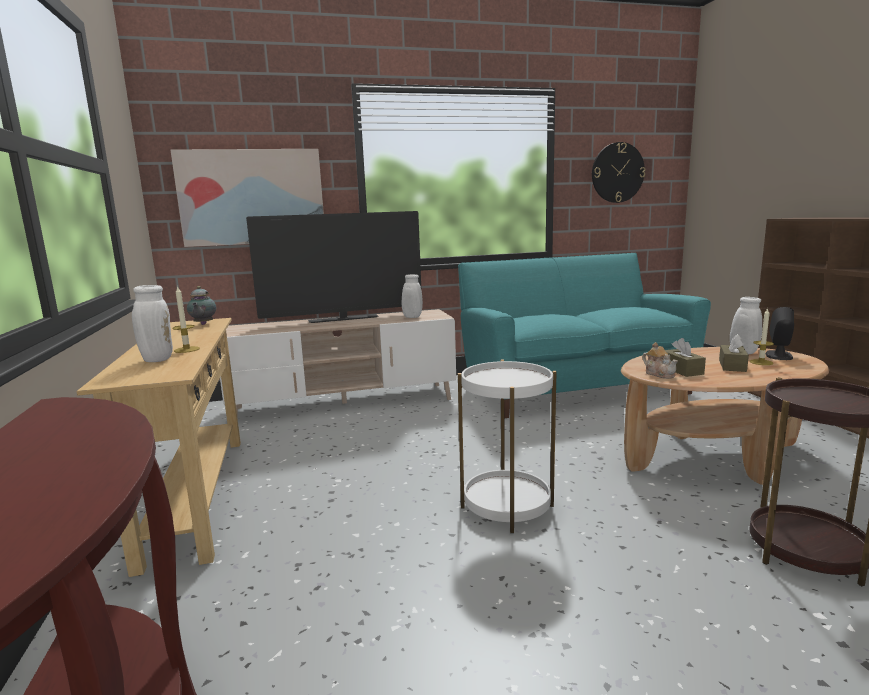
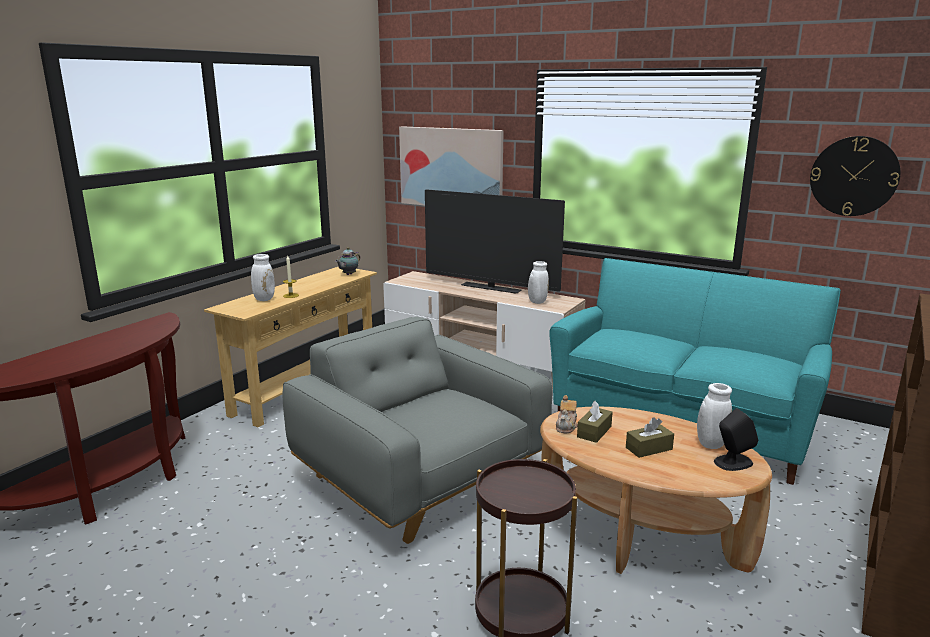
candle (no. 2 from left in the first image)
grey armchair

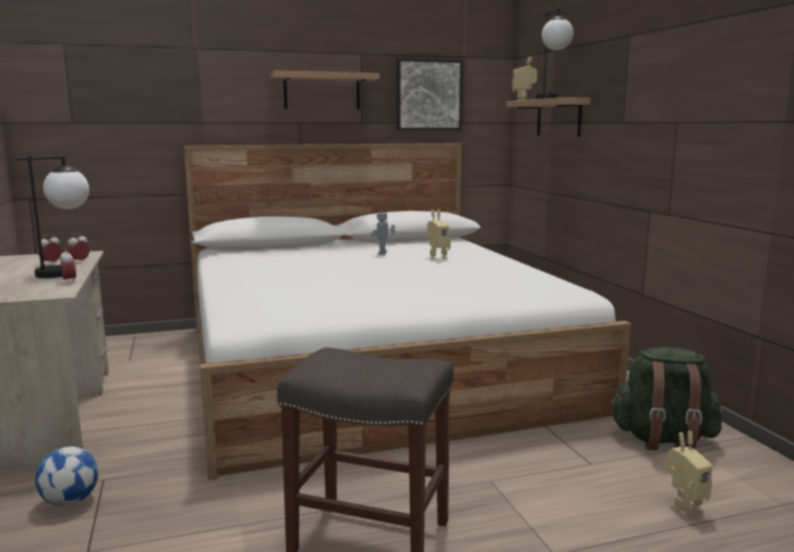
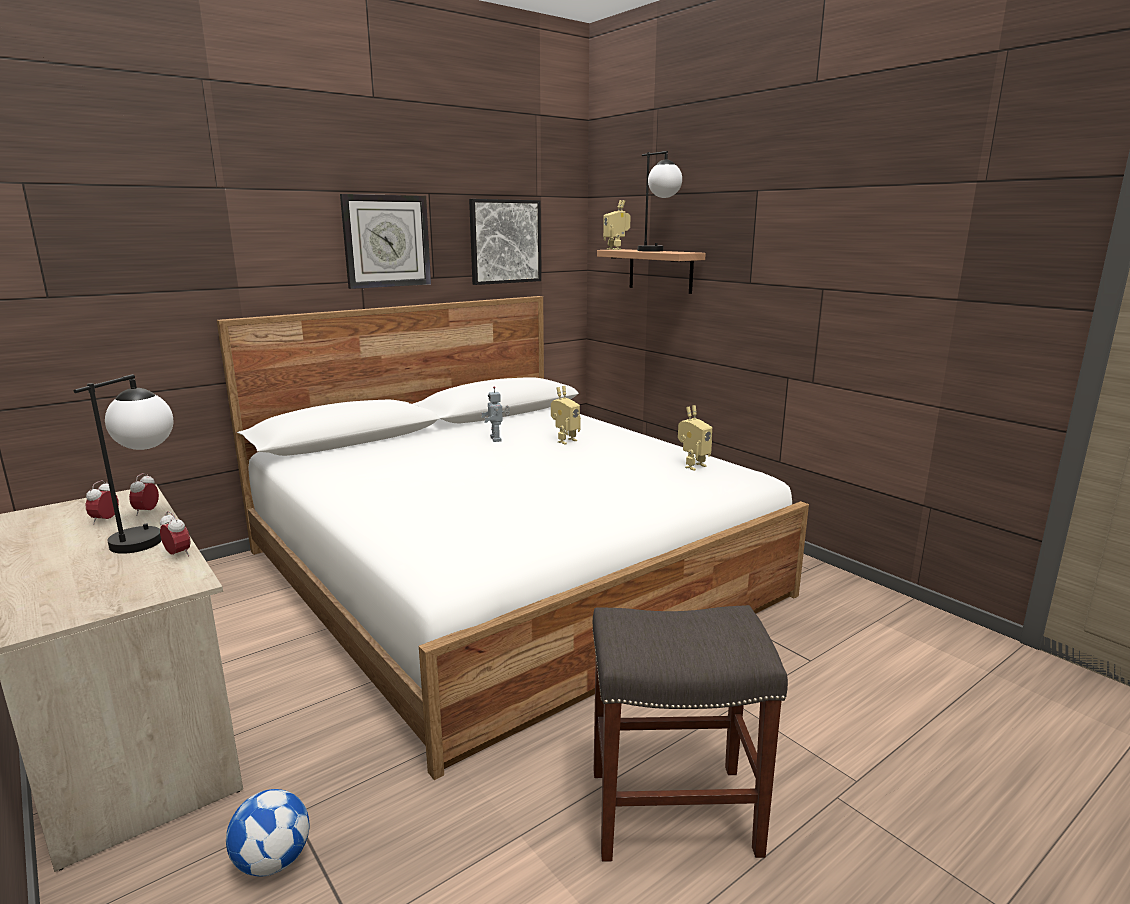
green backpack
toy robot (no. 4 from left)
wall clock

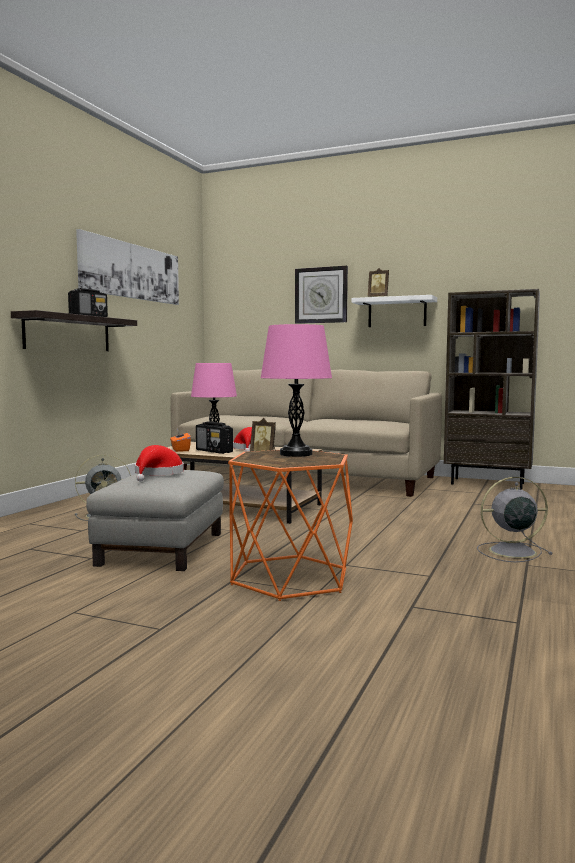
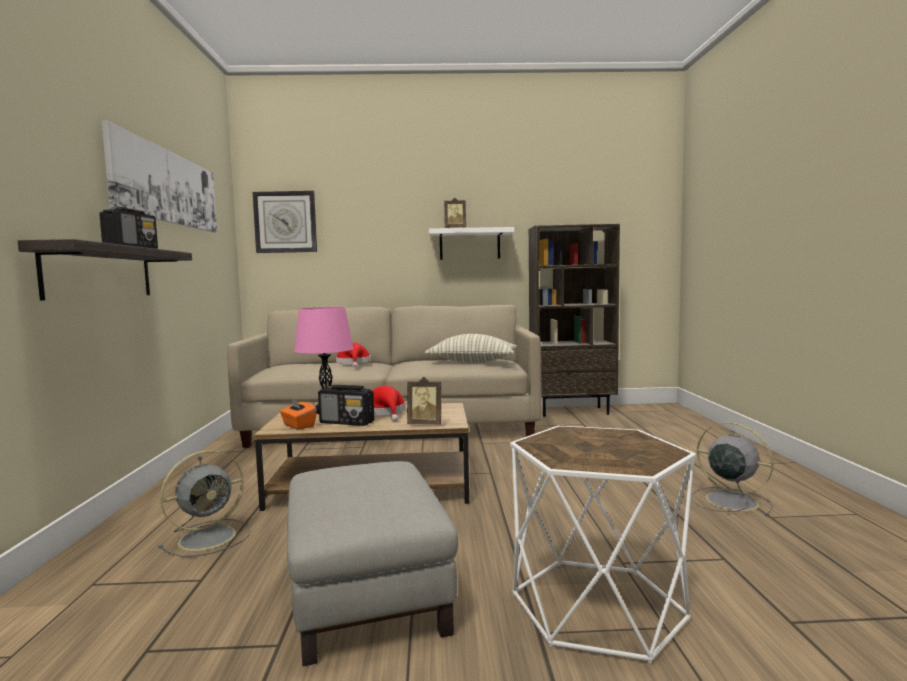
pink table lamp (no. 2 from left in the first image)
pillow
red hat (no. 1 from left)
wall clock
white side table
grey fan (no. 2 from left)

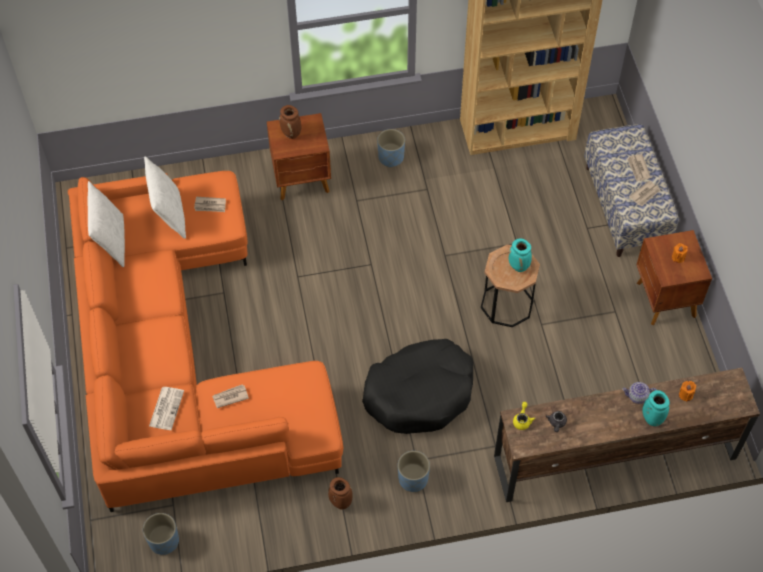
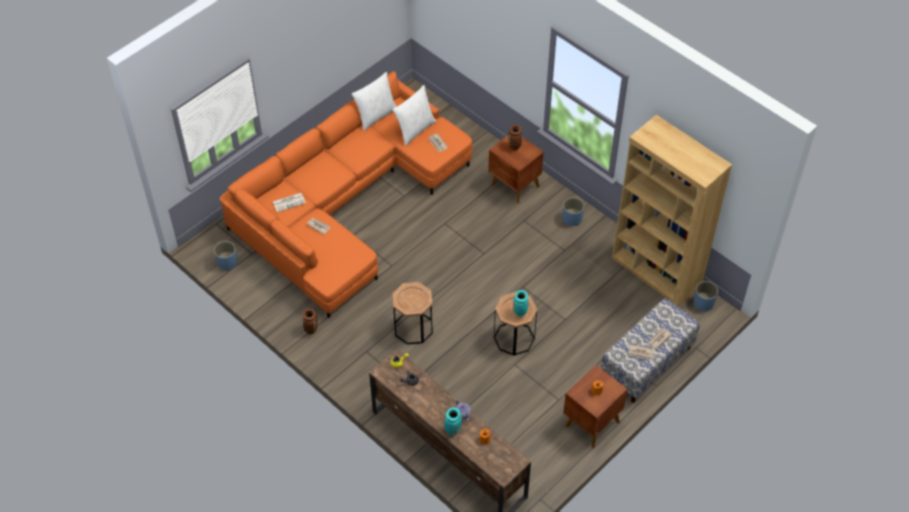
blue planter (no. 3 from left)
brown side table (no. 1 from left)

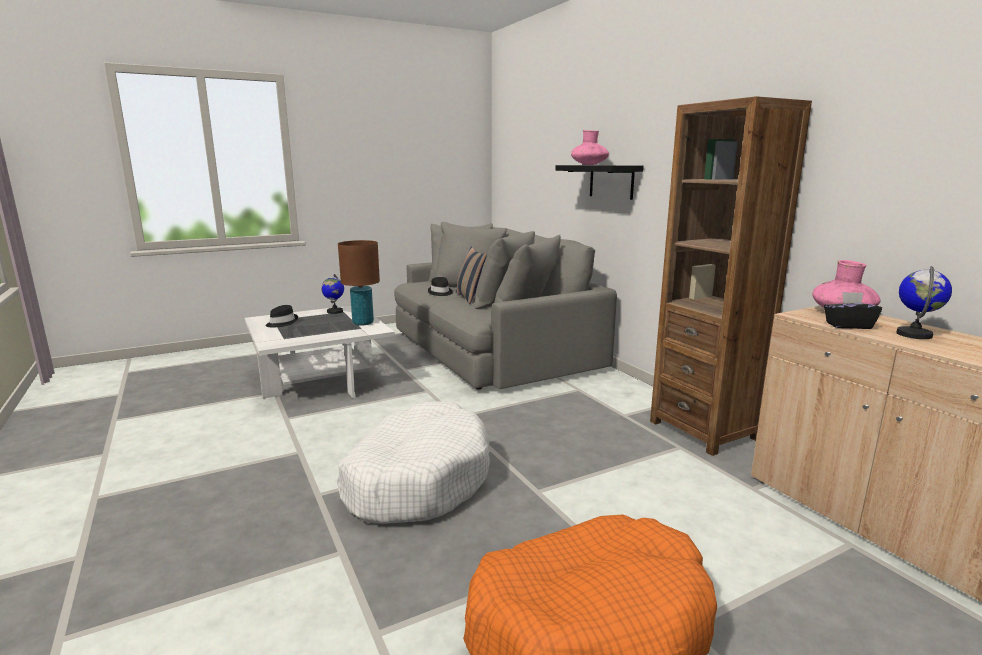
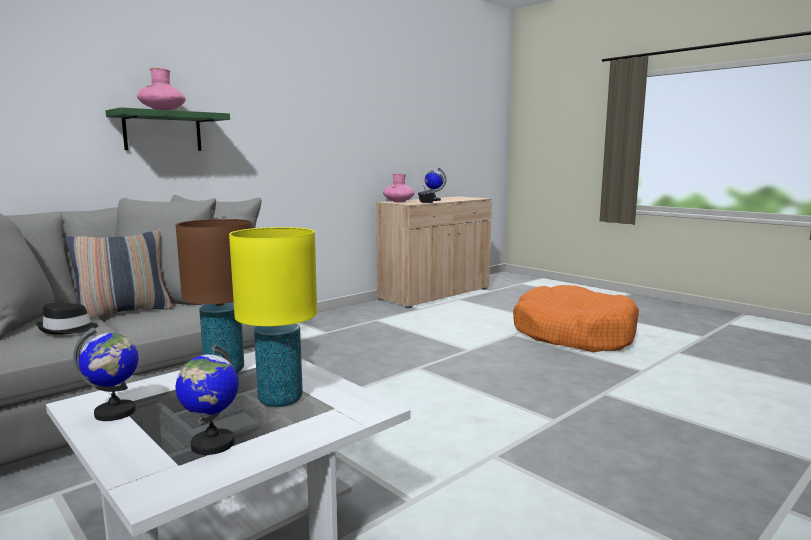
white dog bed
brown bookcase
yellow table lamp
globe (no. 2 from left)
green shelf

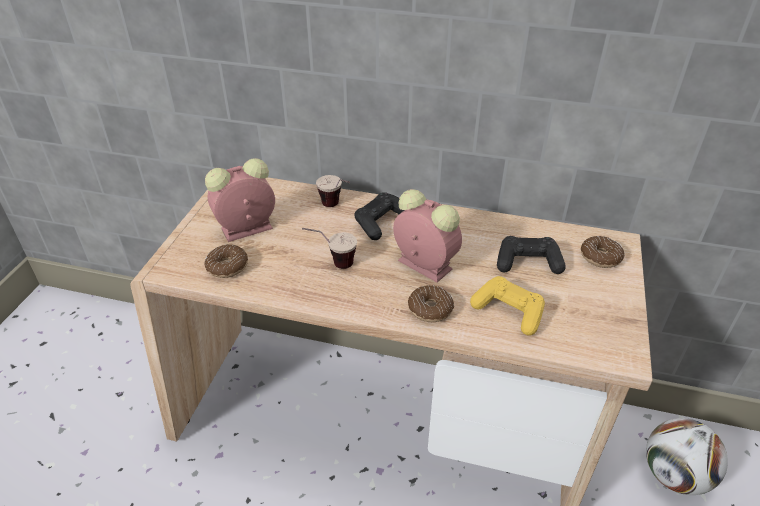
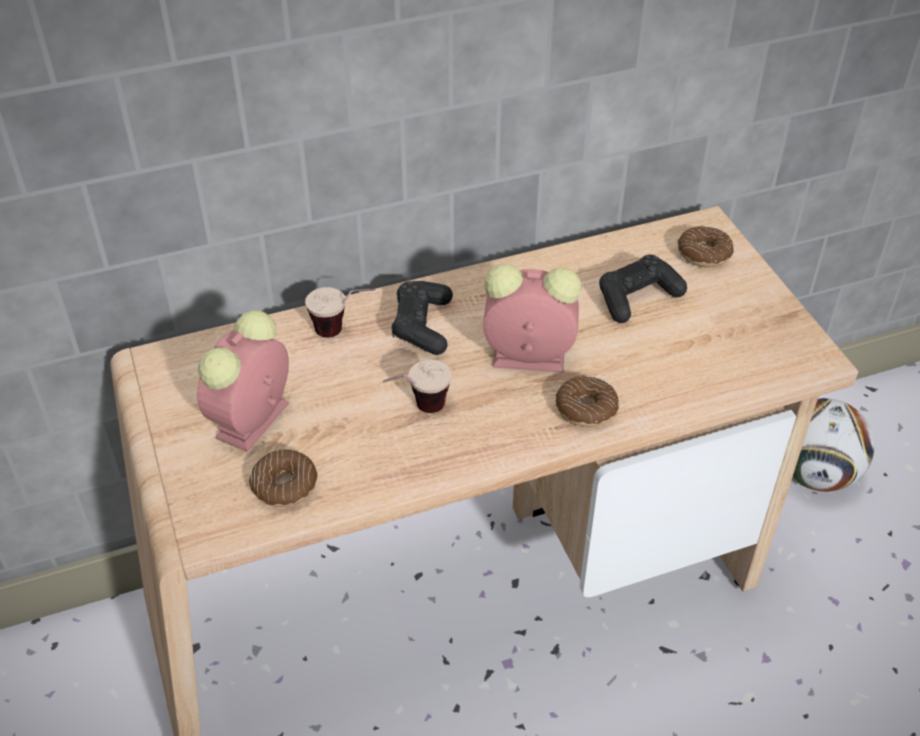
yellow game controller

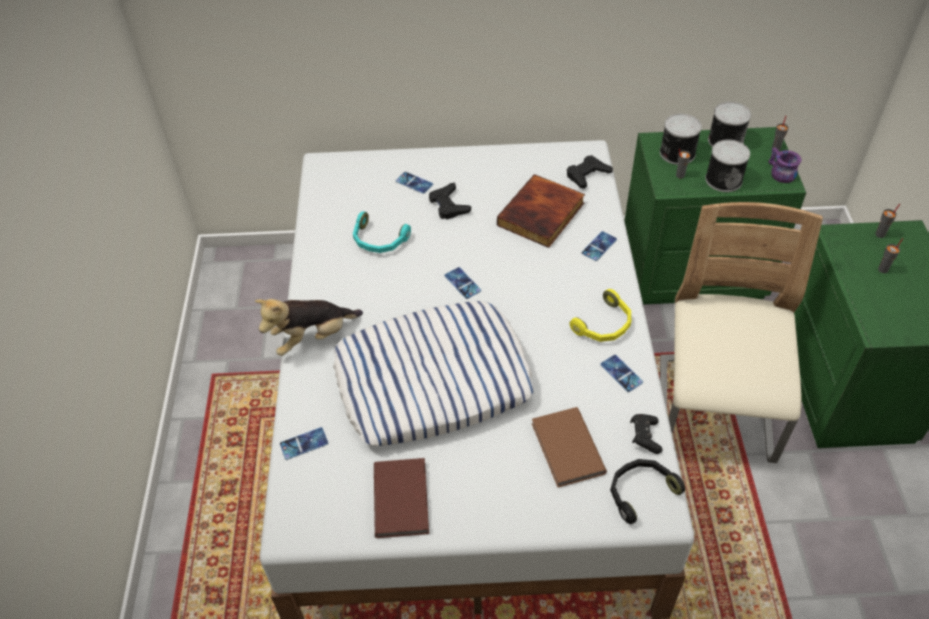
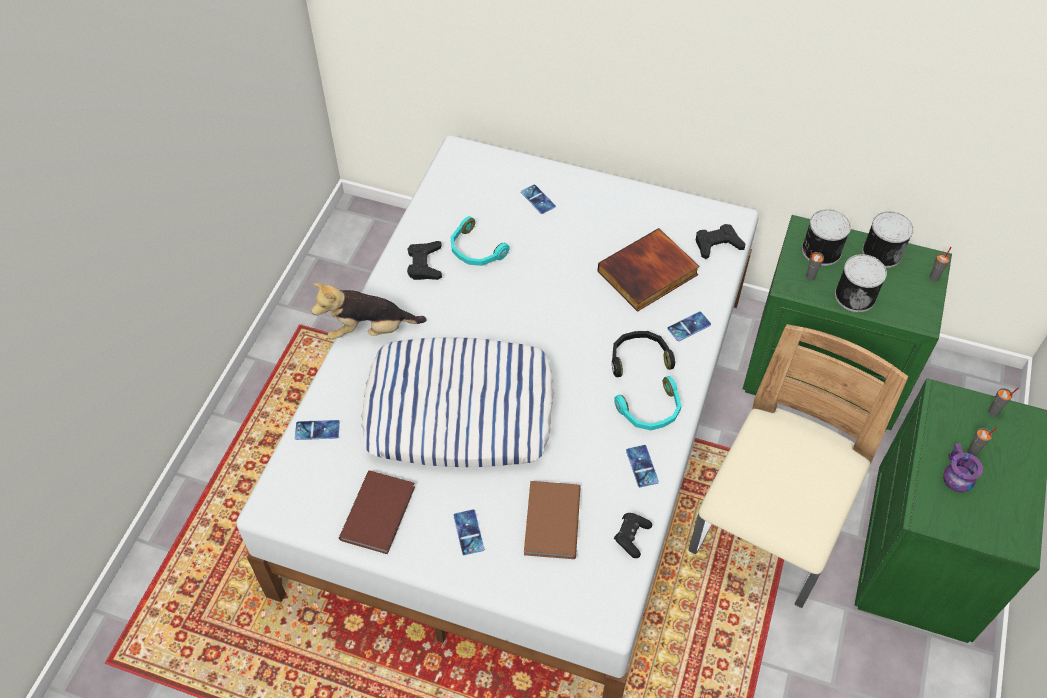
black game controller (no. 1 from left)
phone (no. 2 from left)
black headphones
purple mug
turquoise headphones (no. 2 from left)

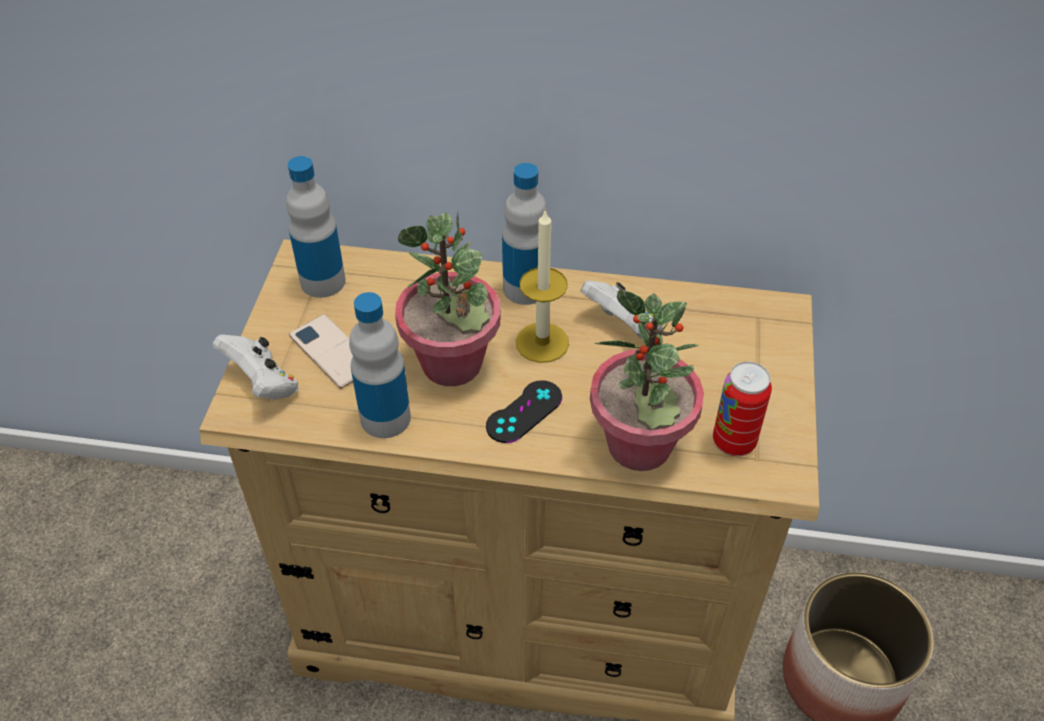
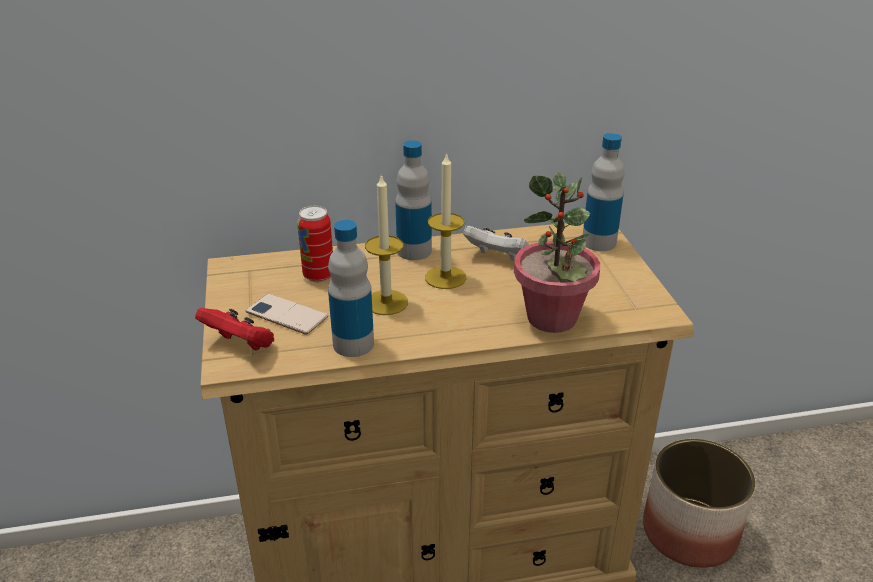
black game controller
bottle (no. 3 from left)
can
candle (no. 1 from left)
red game controller

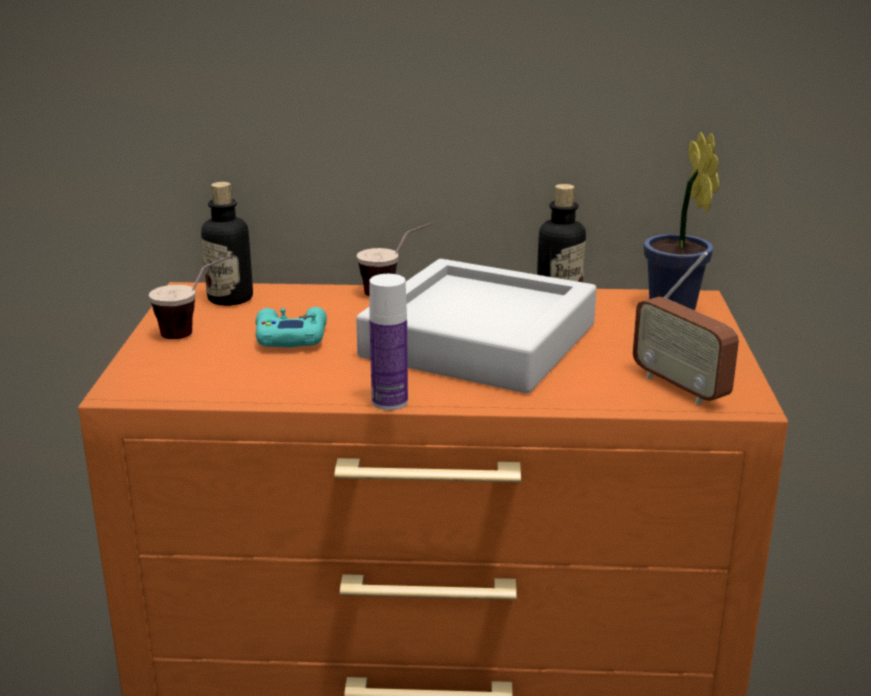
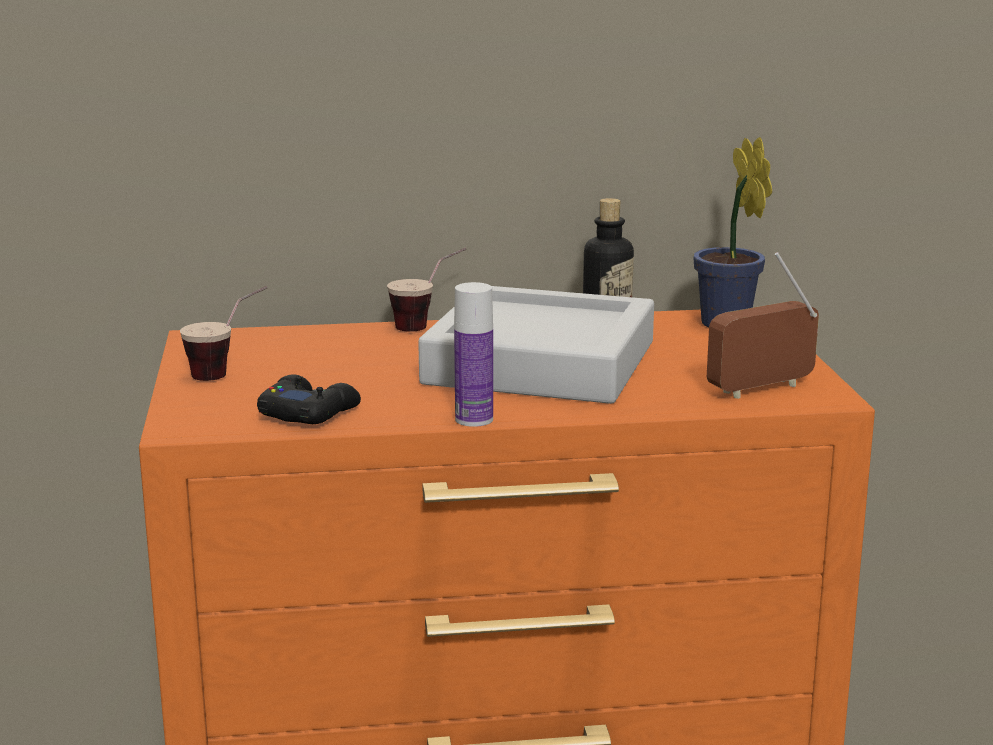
bottle (no. 1 from left in the first image)
turquoise game controller
black game controller
radio

